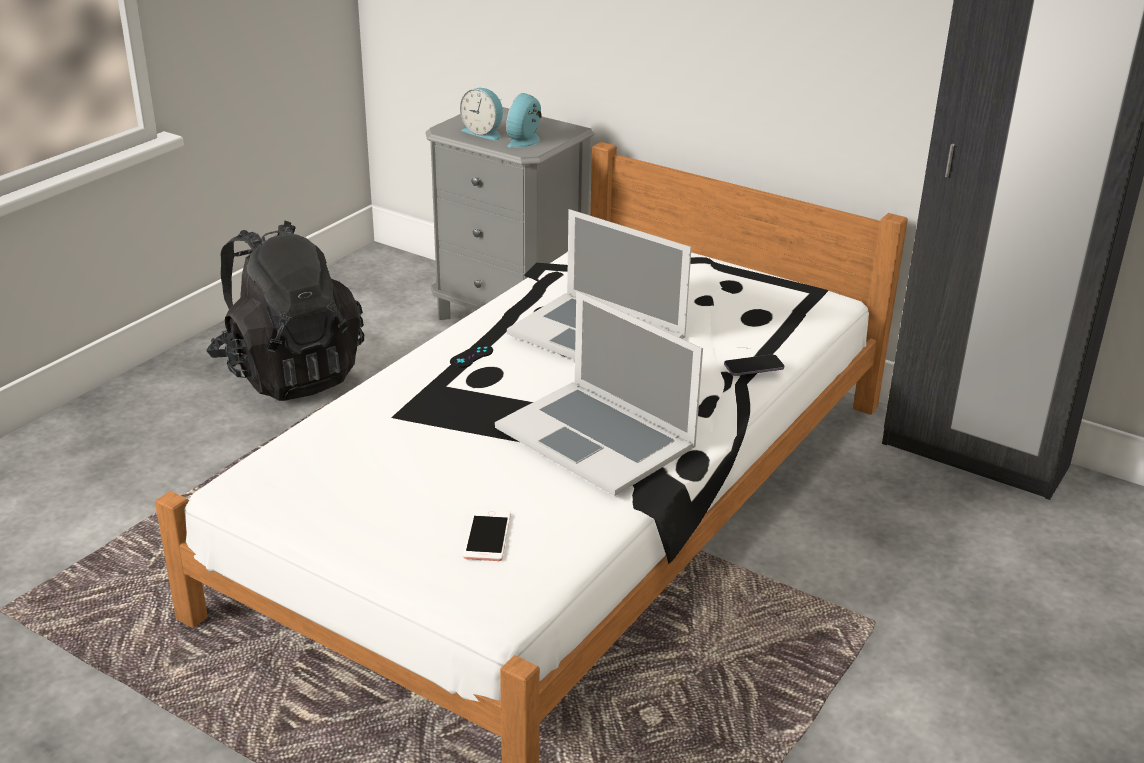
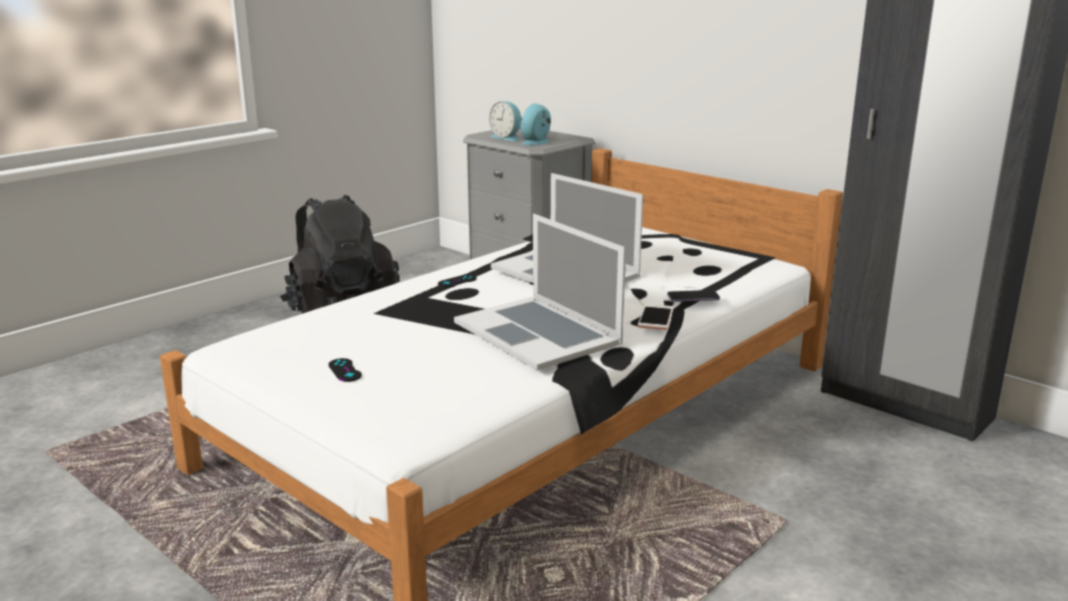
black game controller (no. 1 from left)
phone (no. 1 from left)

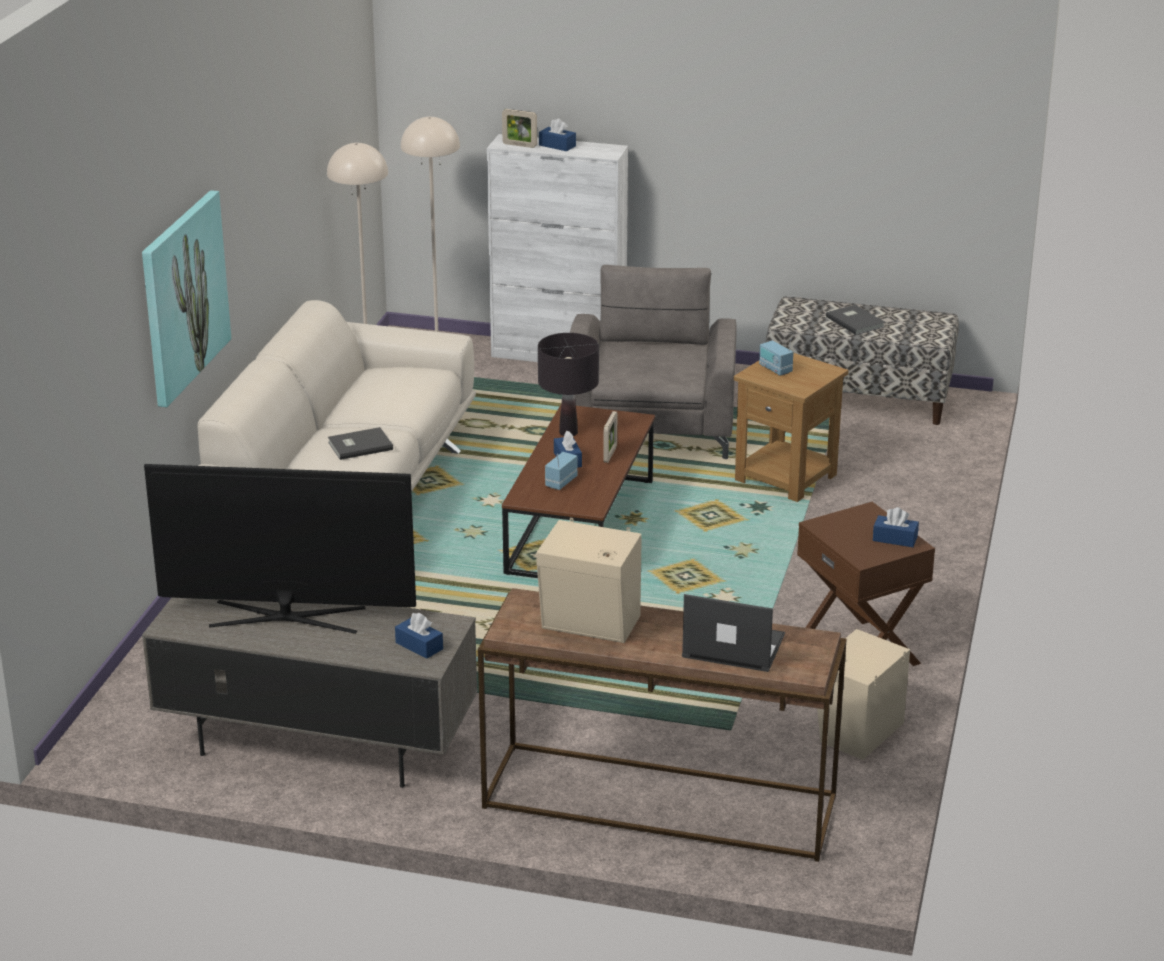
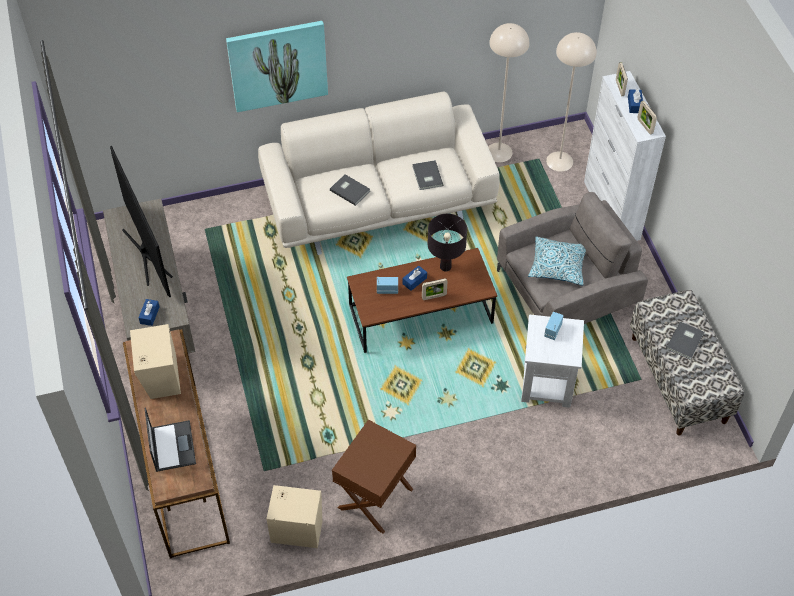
blue tissue box (no. 4 from left in the first image)
grey book (no. 2 from left)
pillow
picture frame (no. 3 from left)
white side table

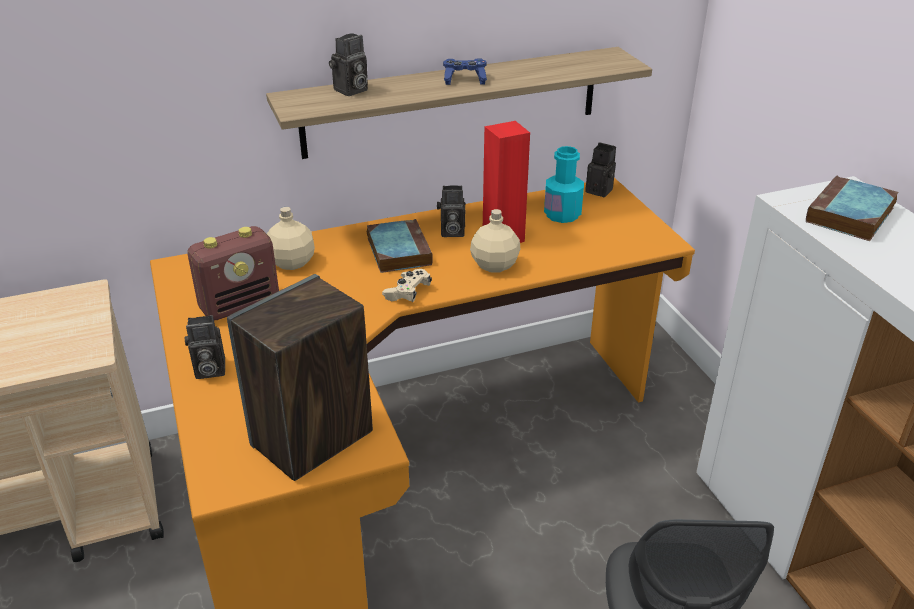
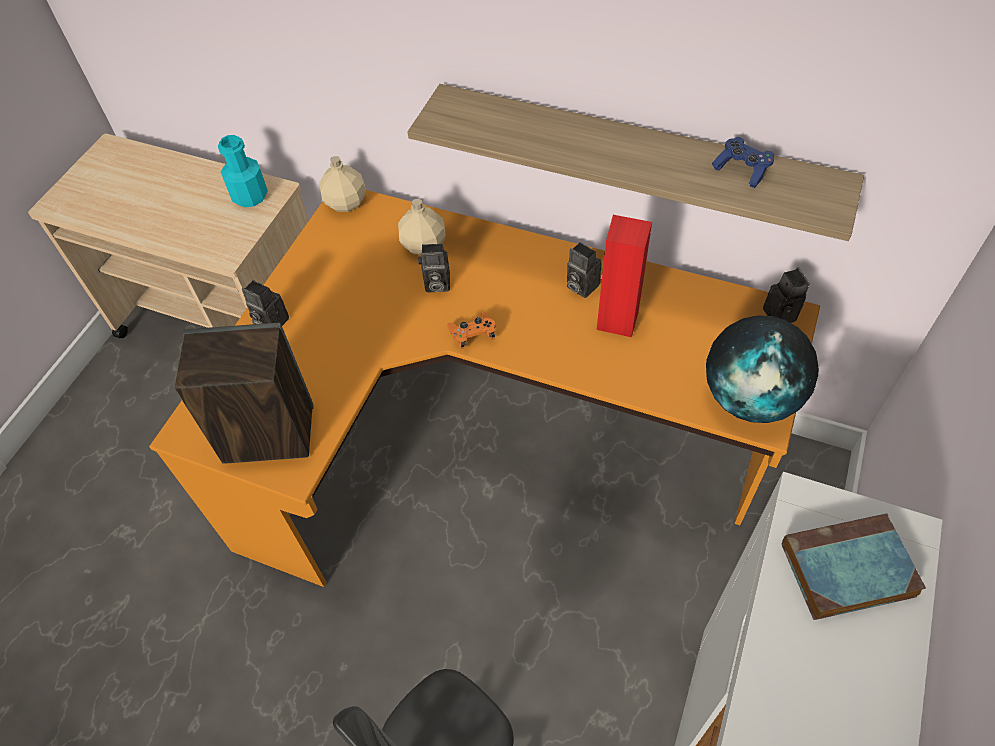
radio
book (no. 1 from left in the first image)
globe
photo camera (no. 2 from left)
blue game controller
beige bottle (no. 1 from left)
turquoise bottle
orange game controller

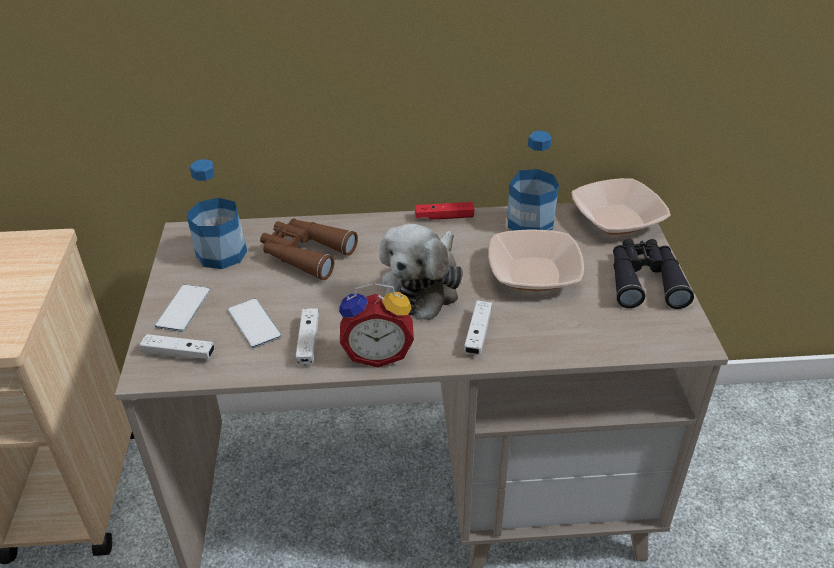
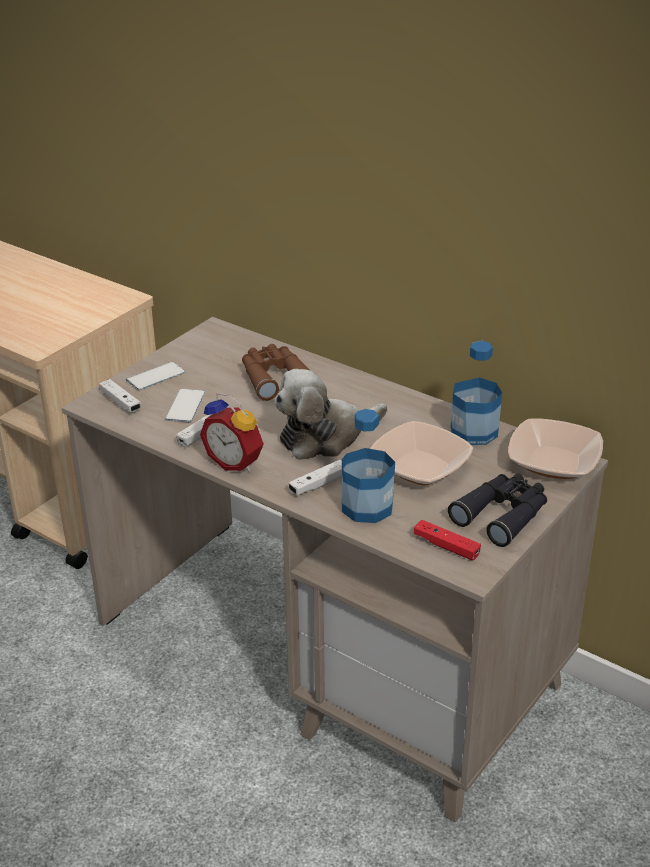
bottle (no. 1 from left)
red game controller

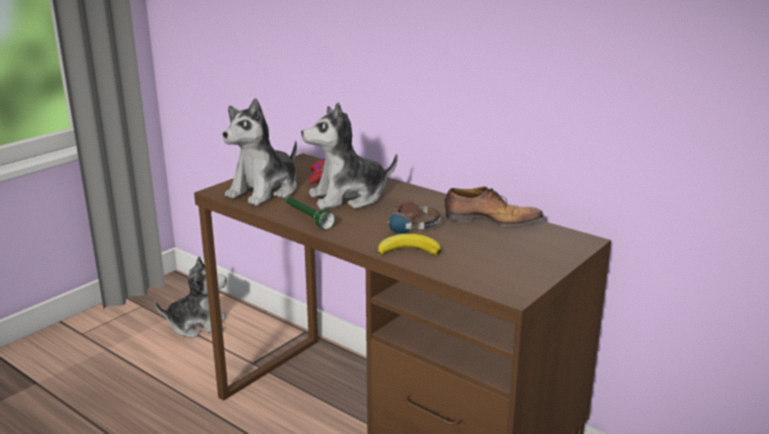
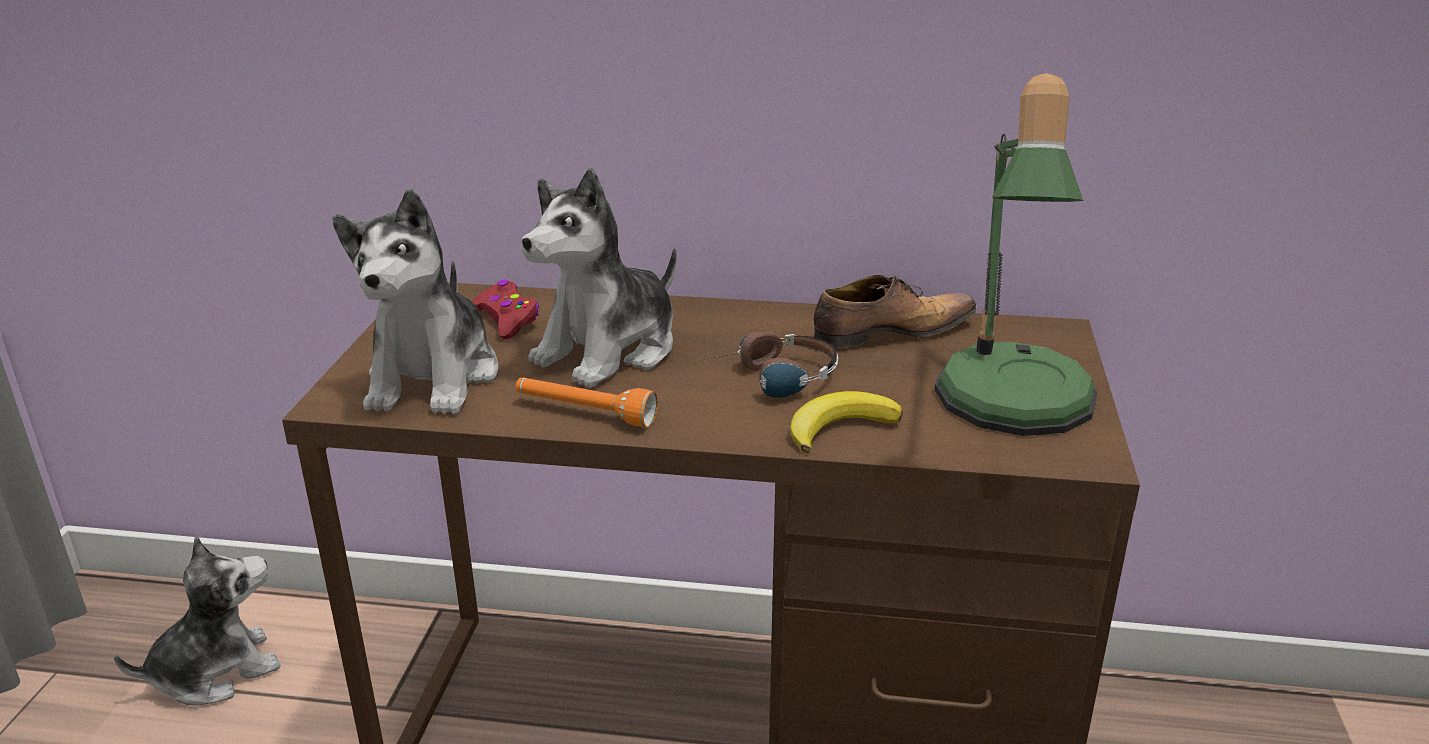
table lamp
orange flashlight

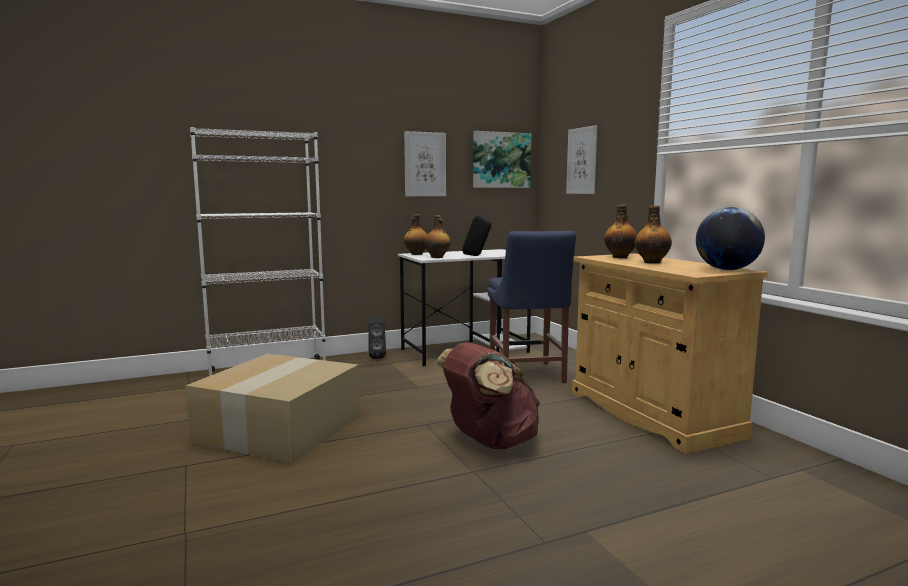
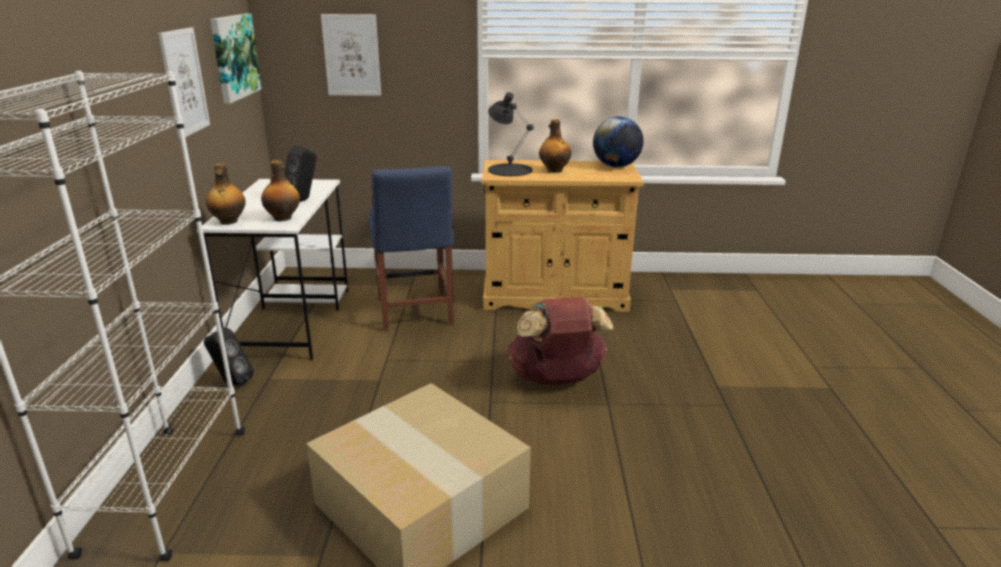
black table lamp
blue chair

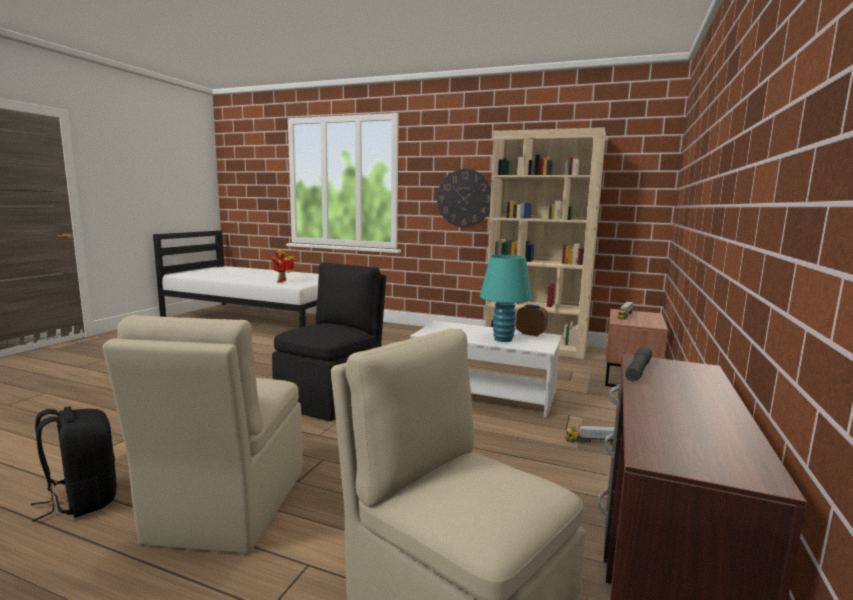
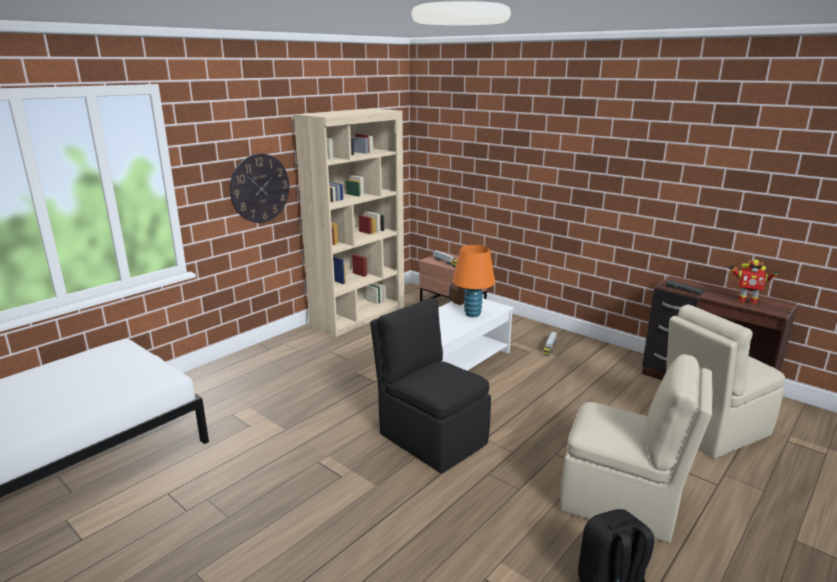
toy robot
orange table lamp

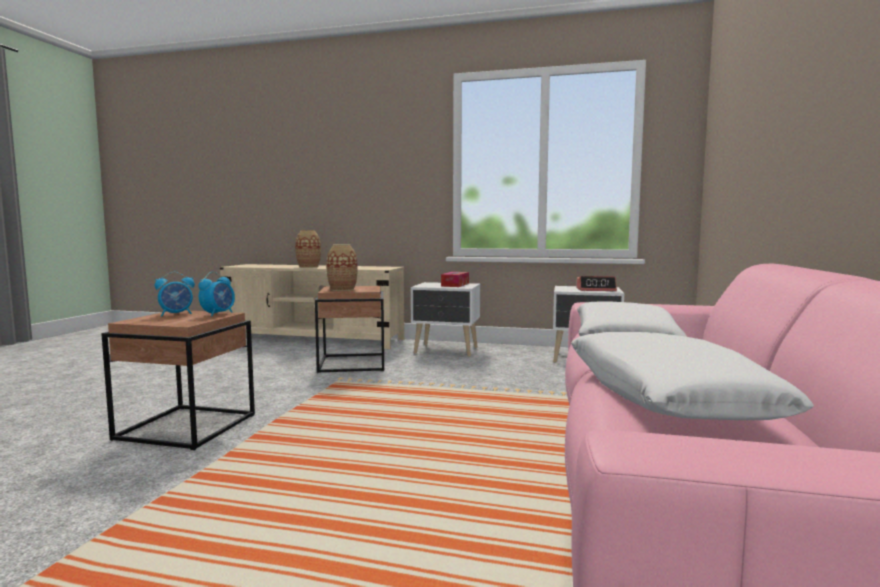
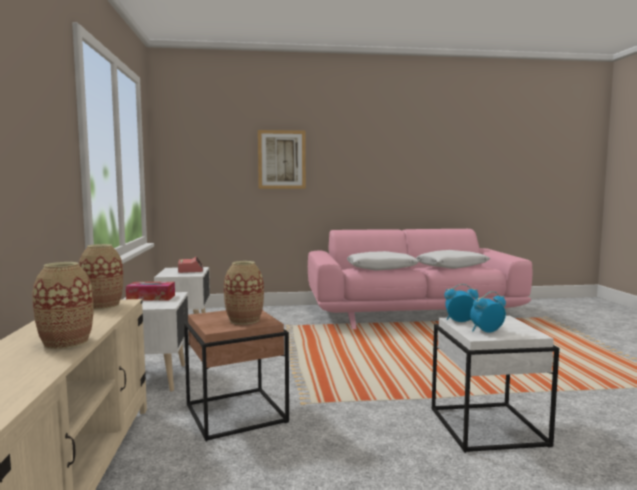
vase (no. 2 from left)
picture
white side table
alarm clock (no. 3 from left)

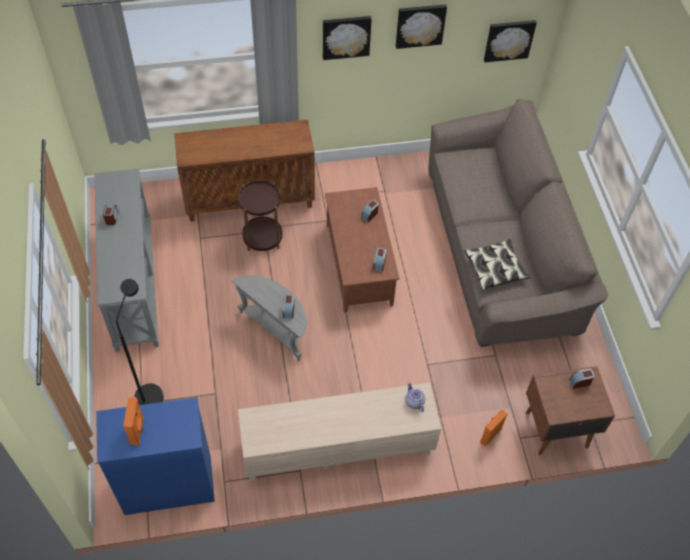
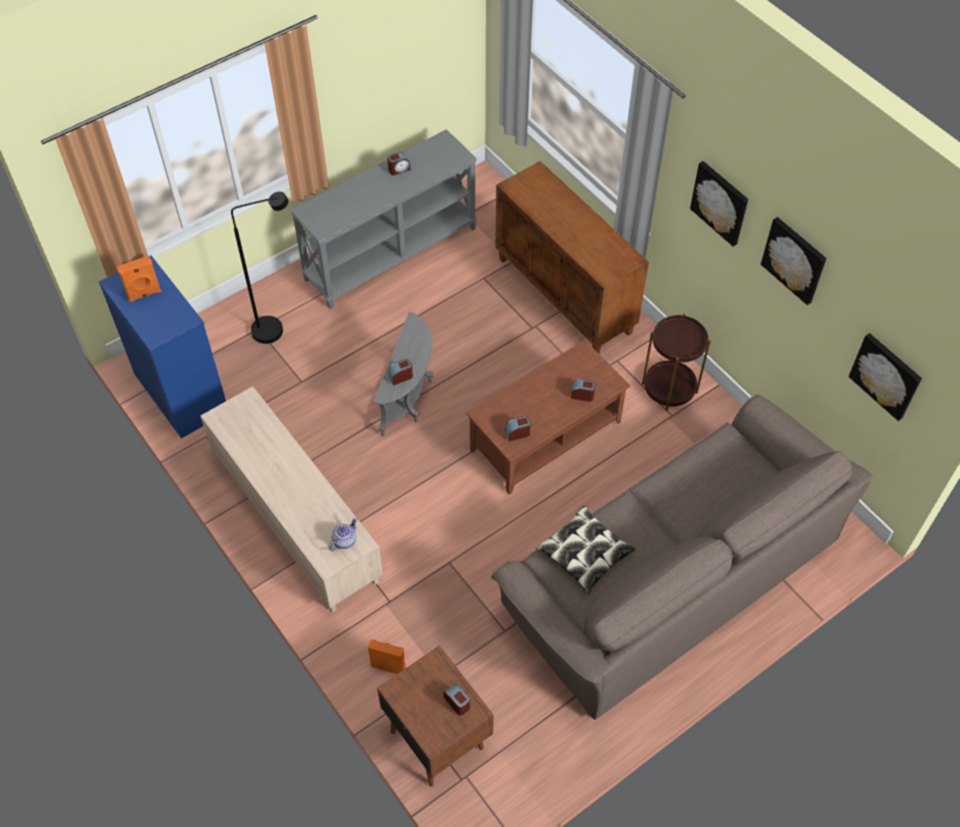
brown side table

